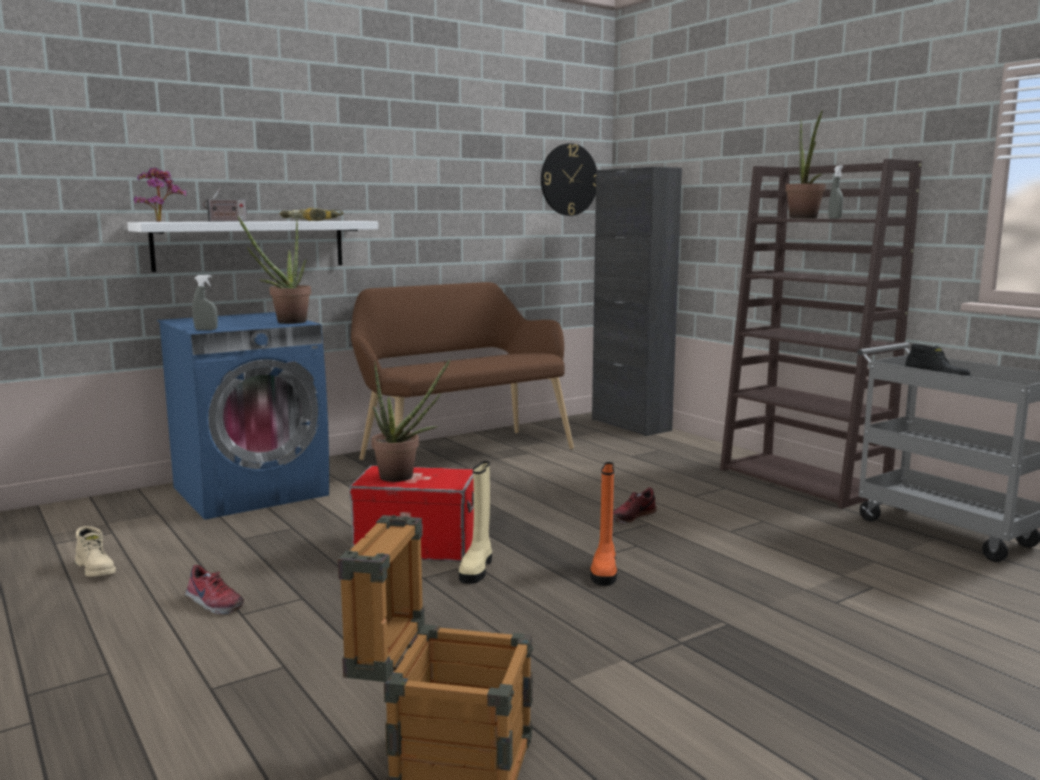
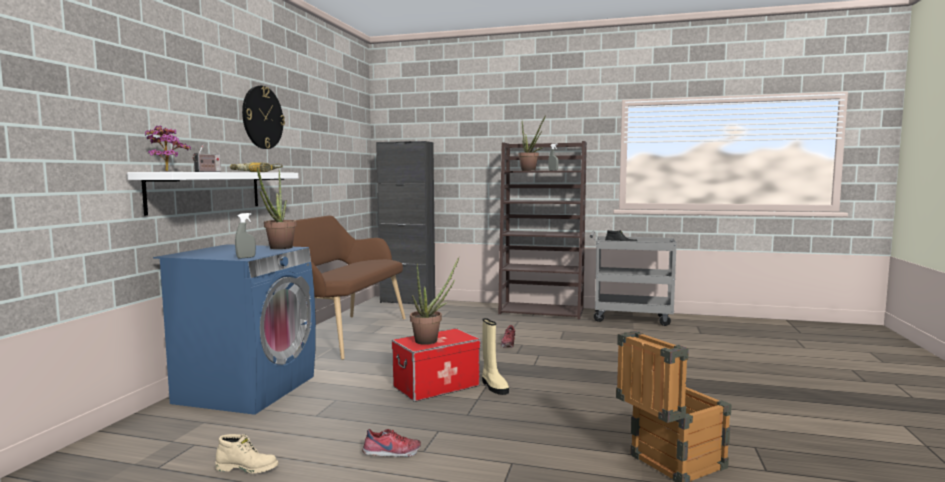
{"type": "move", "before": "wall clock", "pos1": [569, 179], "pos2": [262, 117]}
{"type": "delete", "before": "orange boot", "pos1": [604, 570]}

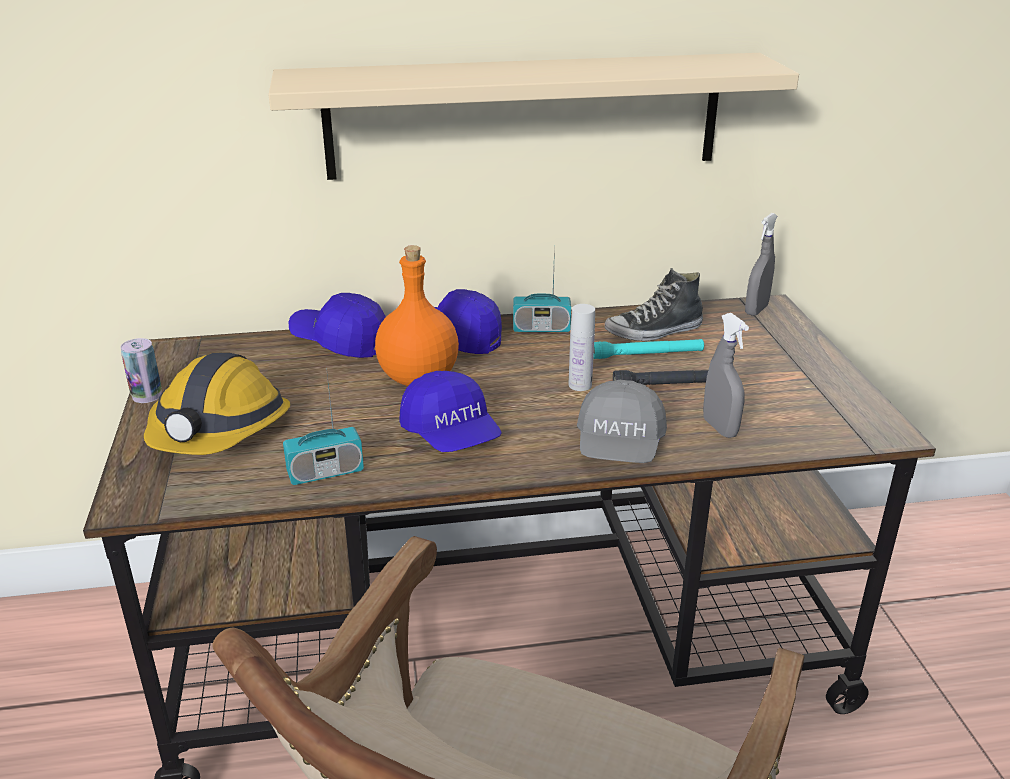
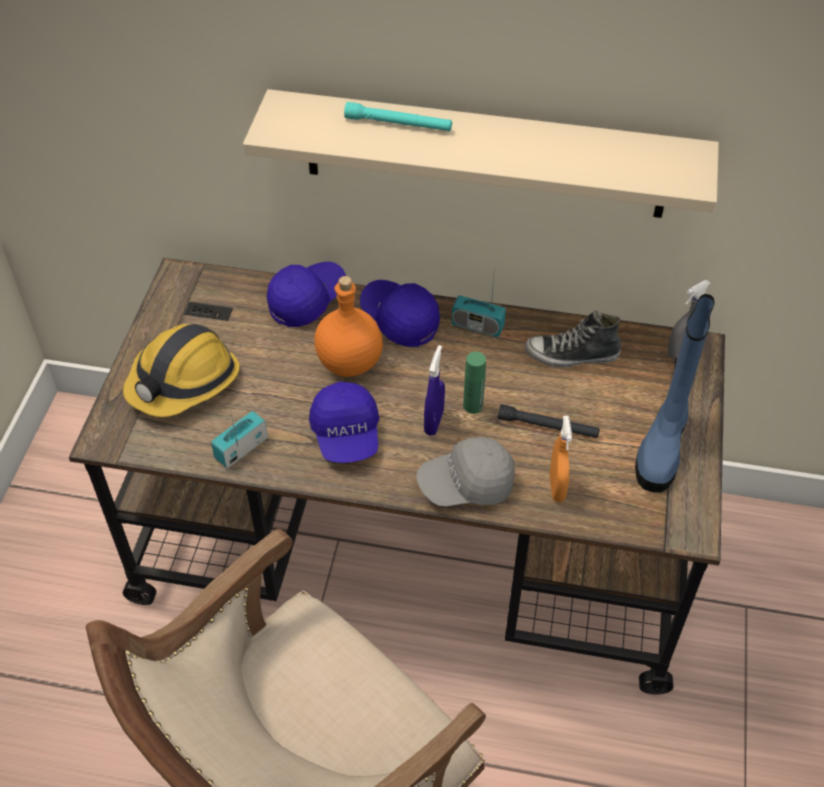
{"type": "rotate", "before": "blue cap", "pos1": [340, 342], "pos2": [307, 300], "turn": 90}
{"type": "recolor", "before": "white-coloured beverage bottle", "after": "green beverage bottle", "pos1": [580, 385], "pos2": [473, 406]}
{"type": "recolor", "before": "greyish hand sprayer", "after": "orange hand sprayer", "pos1": [720, 428], "pos2": [557, 487]}
{"type": "delete", "before": "metal can", "pos1": [147, 396]}
{"type": "move", "before": "turquoise hand torch", "pos1": [647, 355], "pos2": [398, 124]}
{"type": "rotate", "before": "radio receiver", "pos1": [325, 472], "pos2": [241, 448], "turn": 135}
{"type": "rotate", "before": "greyish cap", "pos1": [619, 446], "pos2": [466, 485], "turn": 45}
{"type": "insert", "after": "blue boot", "pos2": [662, 446]}
{"type": "insert", "after": "blue hand sprayer", "pos2": [434, 422]}

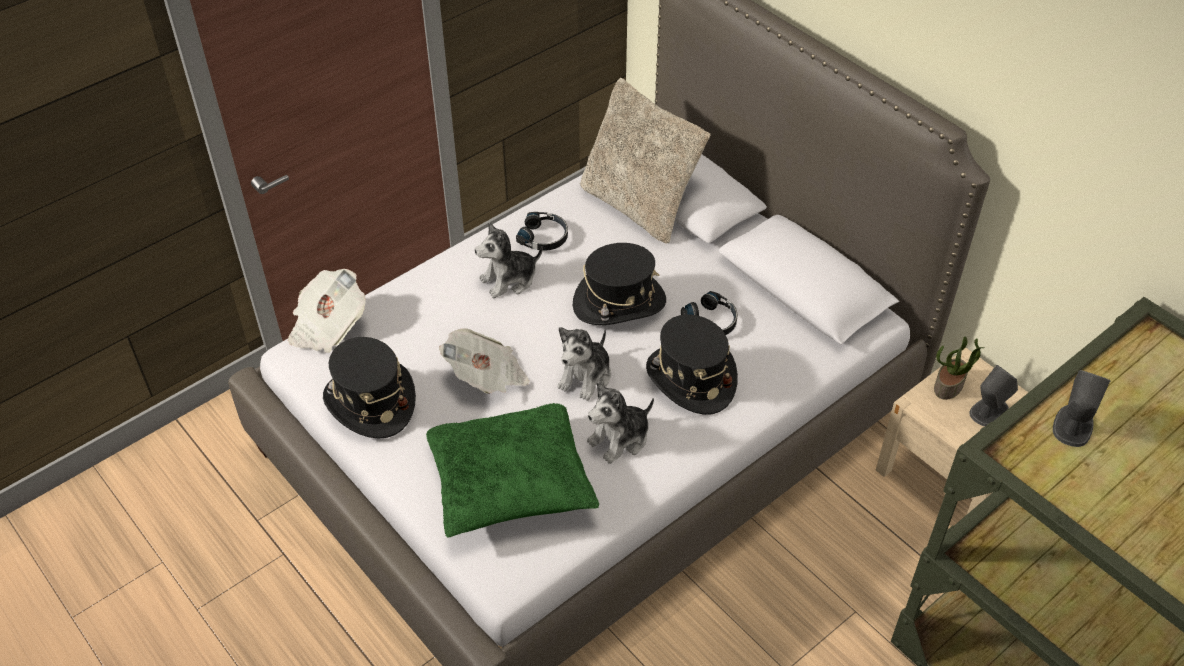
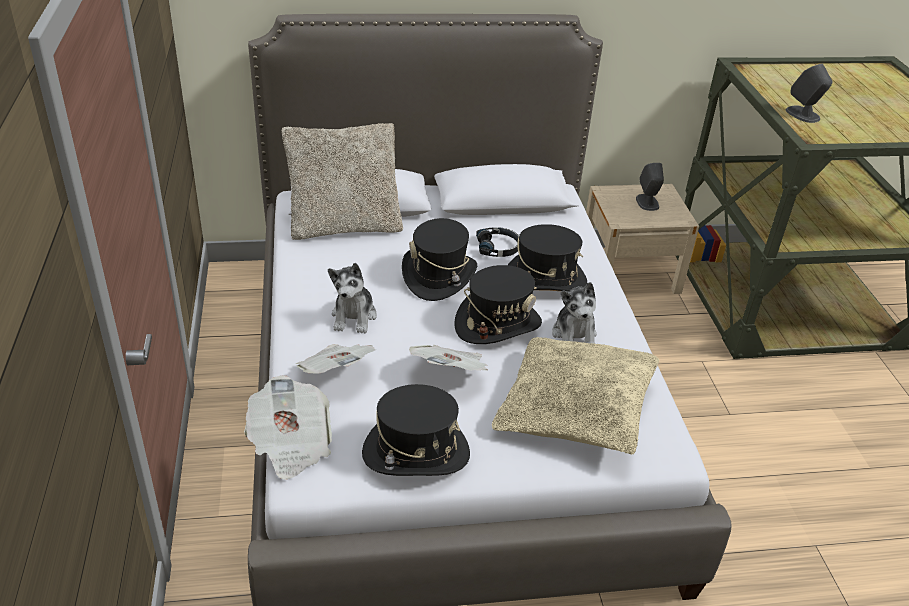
{"type": "delete", "before": "blackish headphones", "pos1": [544, 237]}
{"type": "replace", "before": "cuddly toy", "after": "blackish clothing hat", "pos1": [586, 376], "pos2": [497, 324]}
{"type": "delete", "before": "plant in a pot", "pos1": [949, 386]}
{"type": "recolor", "before": "green cushion", "after": "sand-coloured cushion", "pos1": [511, 482], "pos2": [574, 409]}
{"type": "insert", "after": "daily paper", "pos2": [335, 373]}

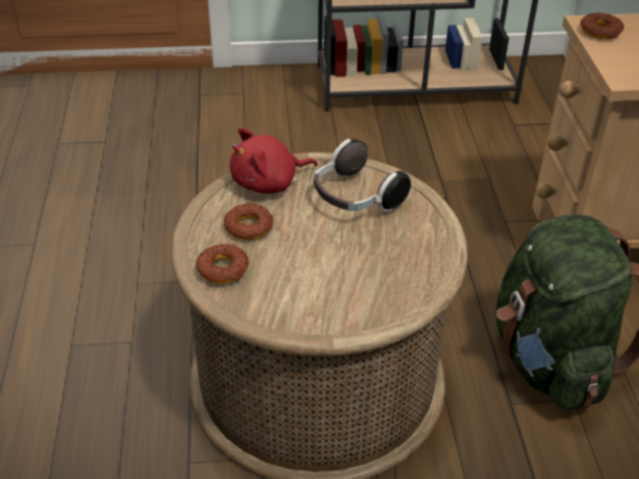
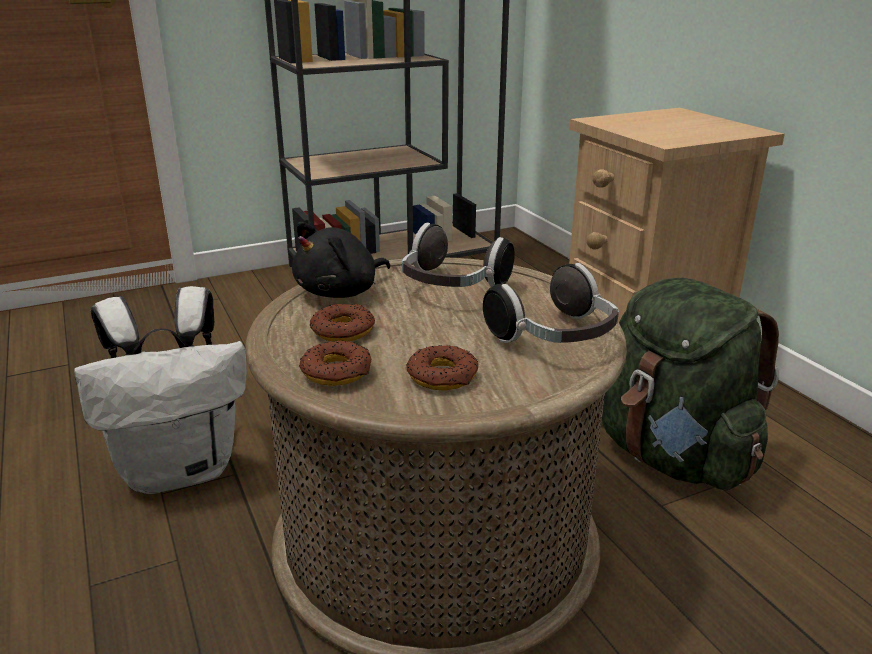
{"type": "move", "before": "donut", "pos1": [600, 31], "pos2": [442, 376]}
{"type": "recolor", "before": "reddish cuddly toy", "after": "blackish cuddly toy", "pos1": [268, 183], "pos2": [341, 292]}
{"type": "insert", "after": "headphones", "pos2": [555, 338]}
{"type": "insert", "after": "white-coloured knapsack", "pos2": [182, 469]}

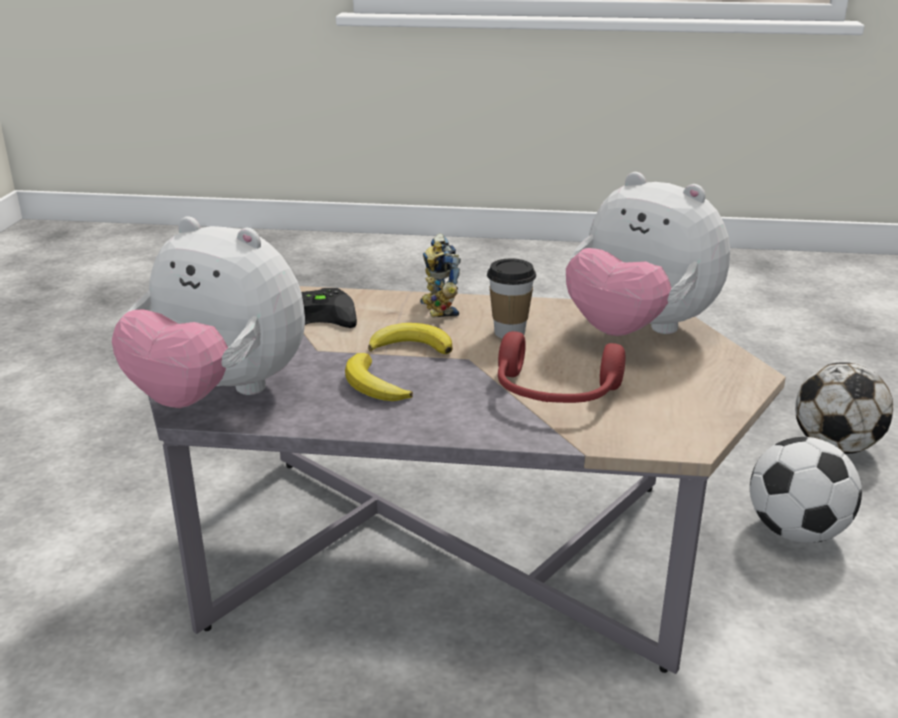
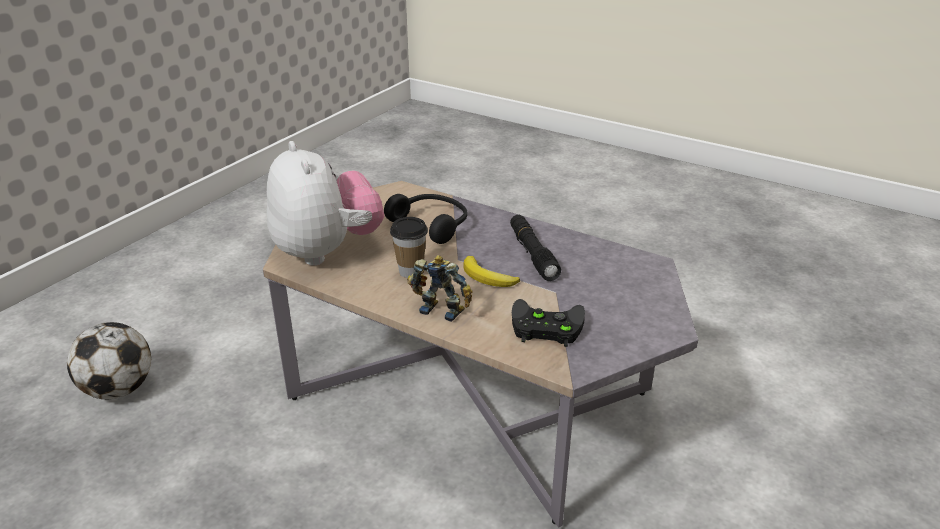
{"type": "delete", "before": "cuddly toy", "pos1": [220, 395]}
{"type": "rotate", "before": "model robot", "pos1": [436, 309], "pos2": [442, 308], "turn": -75}
{"type": "recolor", "before": "reddish headphones", "after": "blackish headphones", "pos1": [554, 393], "pos2": [432, 224]}
{"type": "replace", "before": "whole banana", "after": "blackish hand torch", "pos1": [373, 385], "pos2": [533, 254]}
{"type": "delete", "before": "football ball", "pos1": [796, 531]}

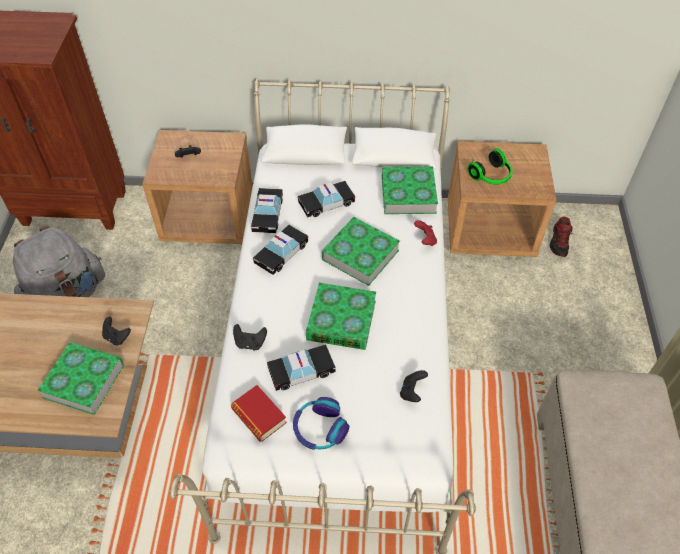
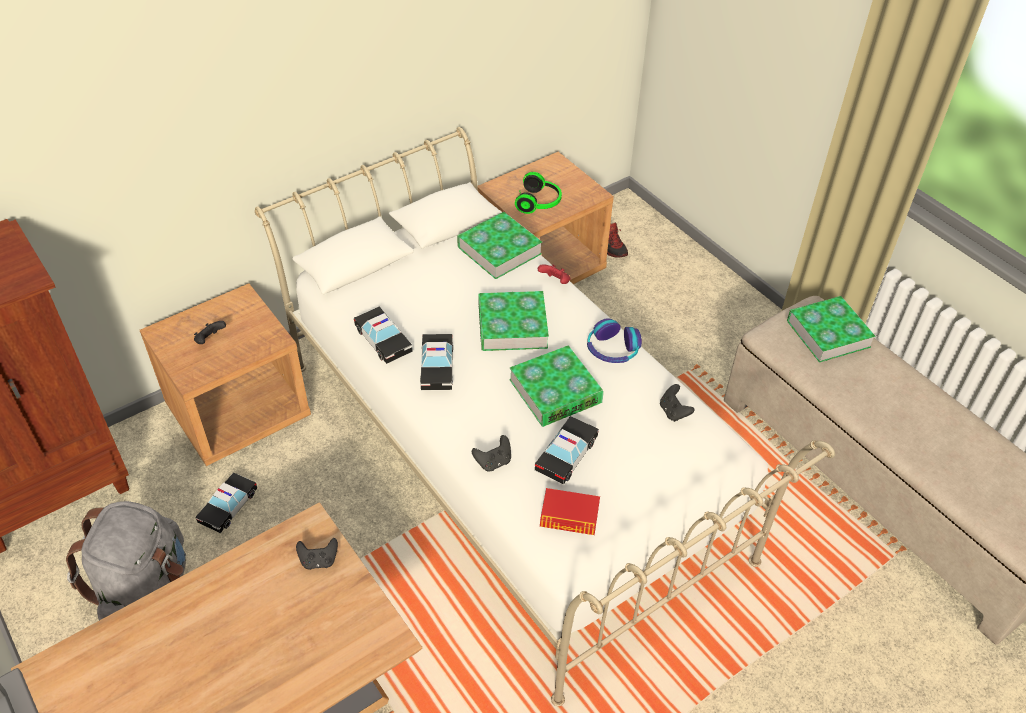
{"type": "move", "before": "model car", "pos1": [326, 203], "pos2": [228, 507]}
{"type": "move", "before": "volume", "pos1": [84, 381], "pos2": [828, 333]}
{"type": "move", "before": "headphones", "pos1": [319, 428], "pos2": [612, 349]}

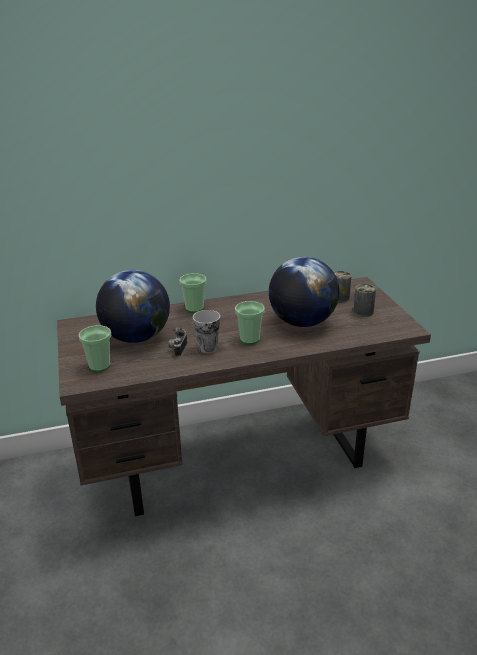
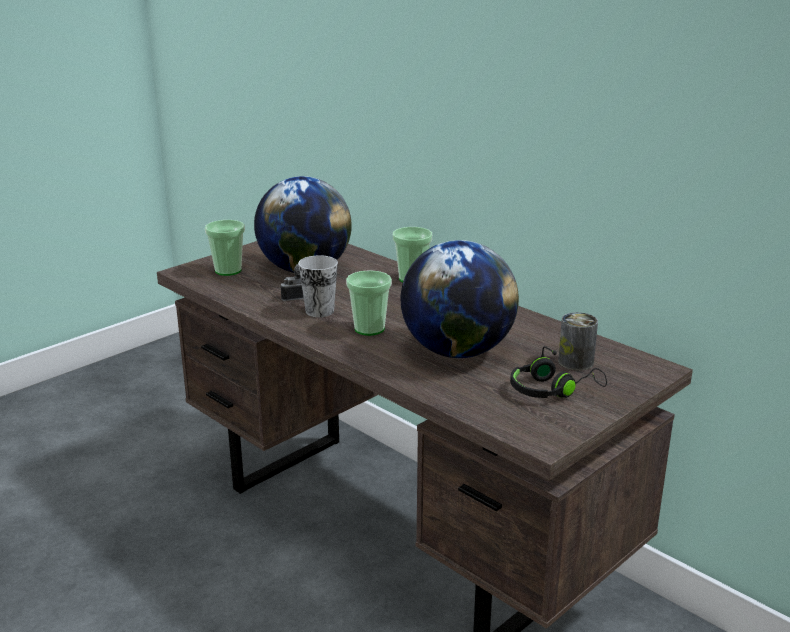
{"type": "replace", "before": "metal can", "after": "blackish headphones", "pos1": [363, 312], "pos2": [552, 390]}

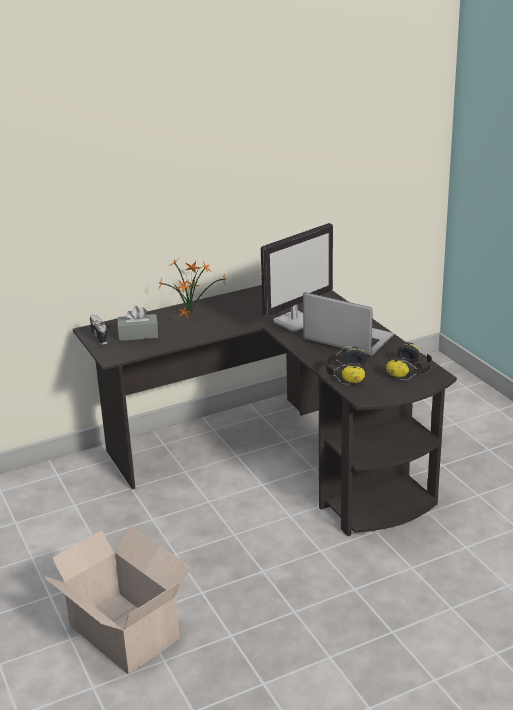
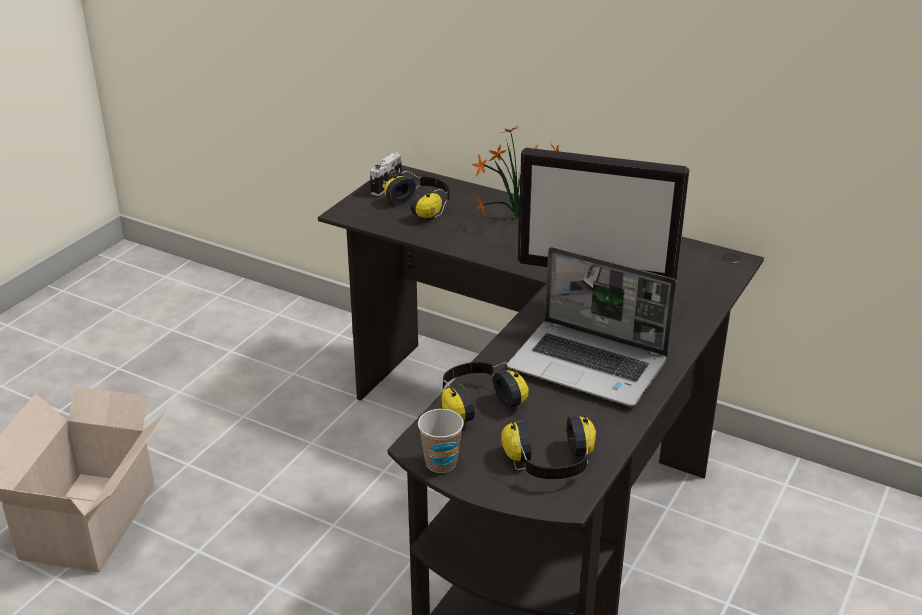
{"type": "rotate", "before": "laptop", "pos1": [347, 339], "pos2": [590, 365], "turn": 120}
{"type": "replace", "before": "greyish box of tissues", "after": "headphones", "pos1": [138, 335], "pos2": [422, 206]}
{"type": "insert", "after": "cup", "pos2": [441, 463]}

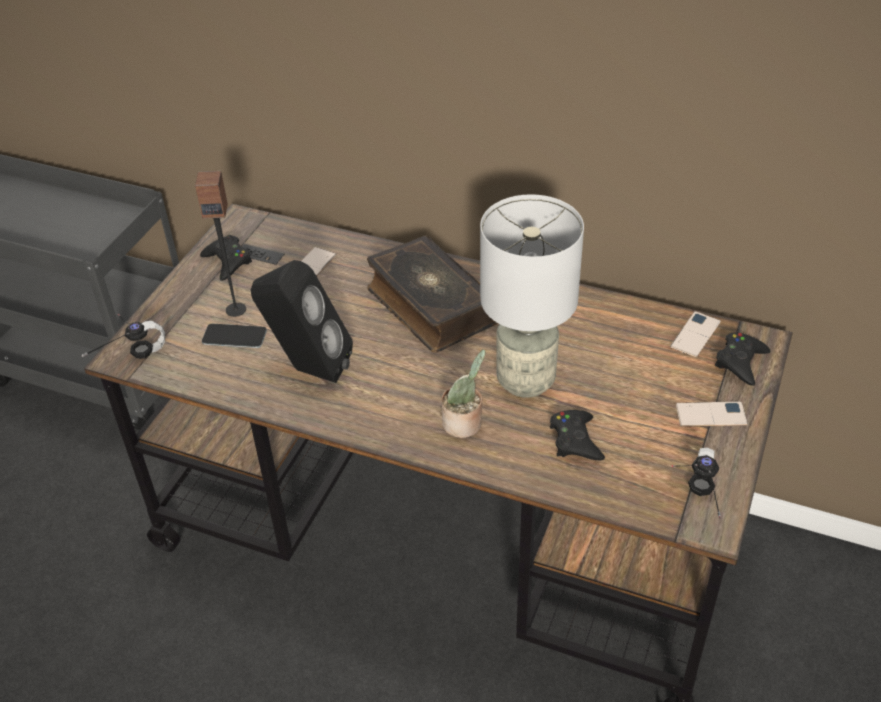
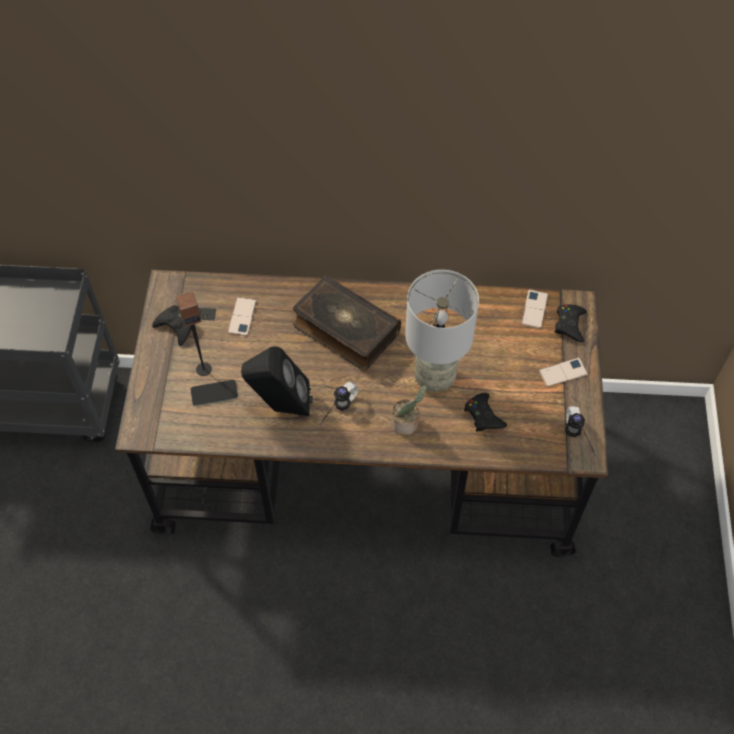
{"type": "move", "before": "headphones", "pos1": [126, 354], "pos2": [331, 408]}

